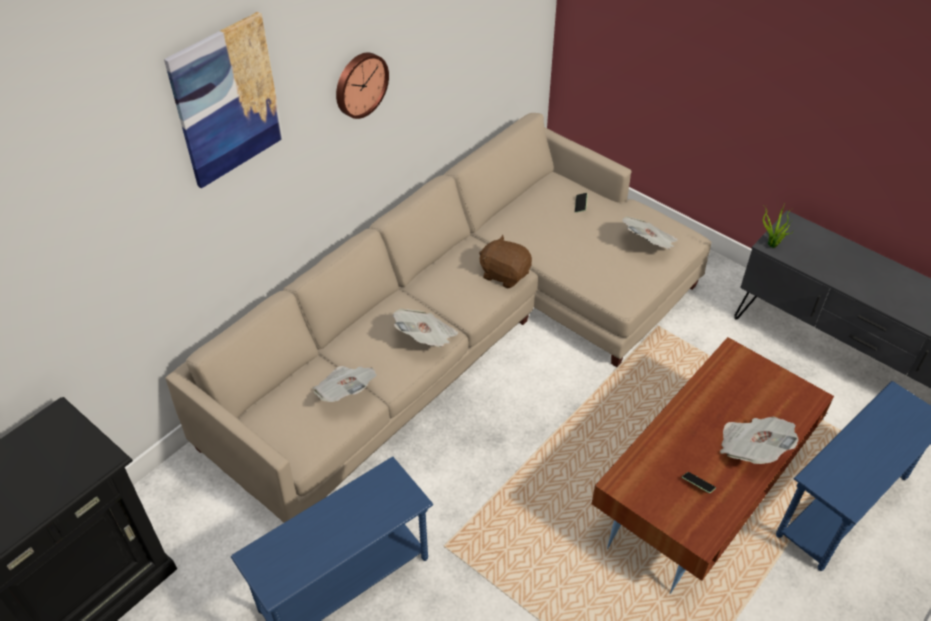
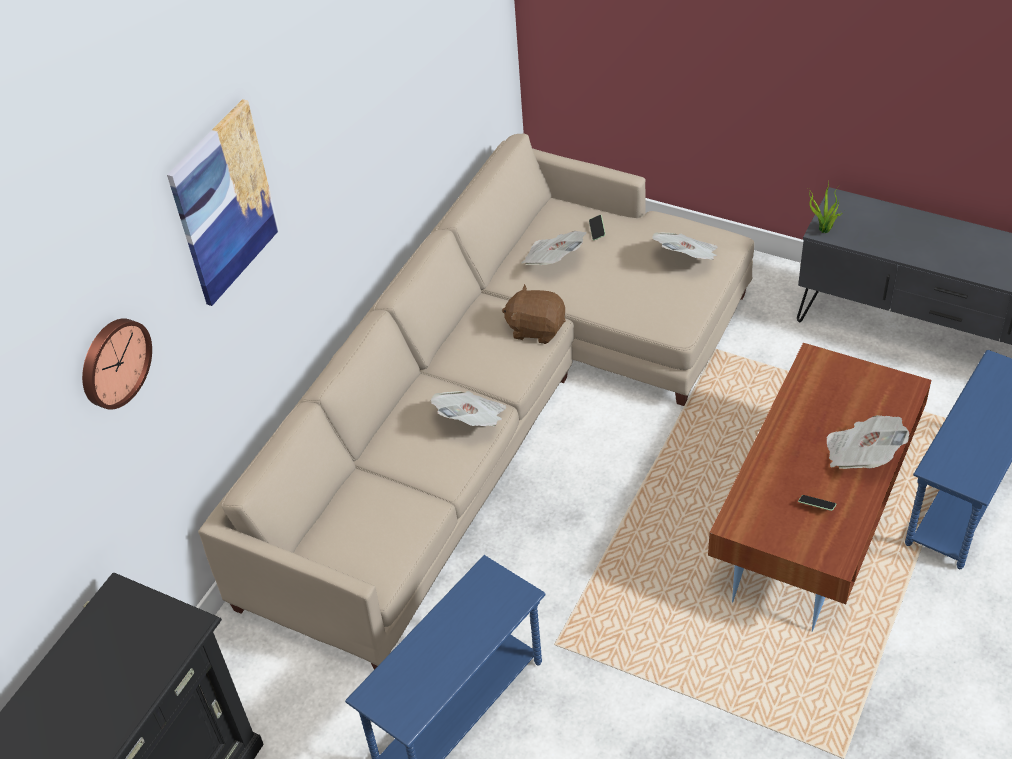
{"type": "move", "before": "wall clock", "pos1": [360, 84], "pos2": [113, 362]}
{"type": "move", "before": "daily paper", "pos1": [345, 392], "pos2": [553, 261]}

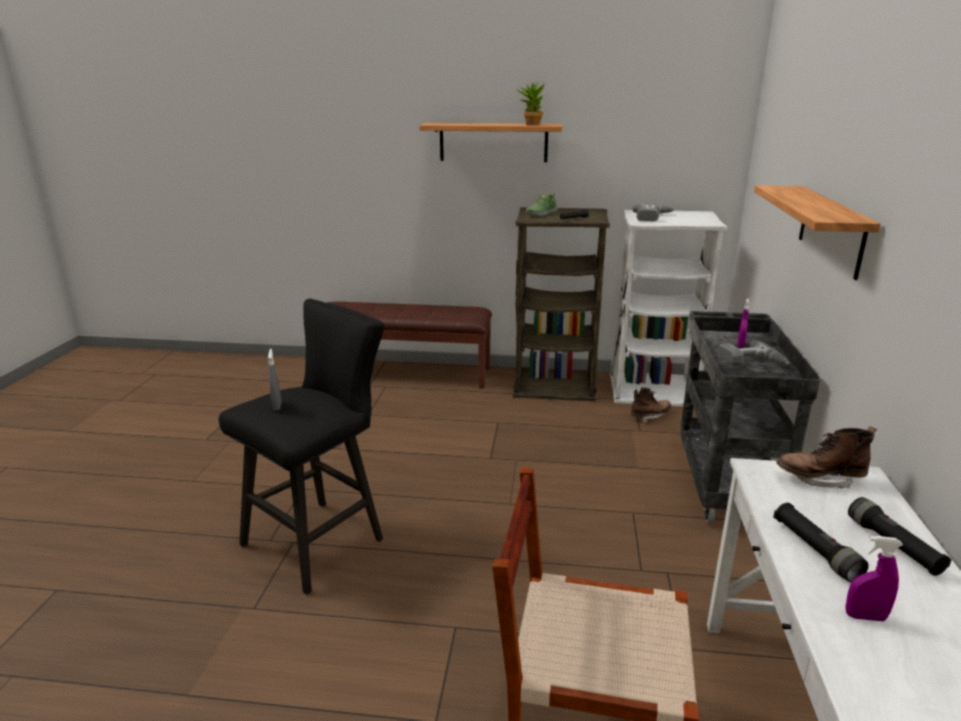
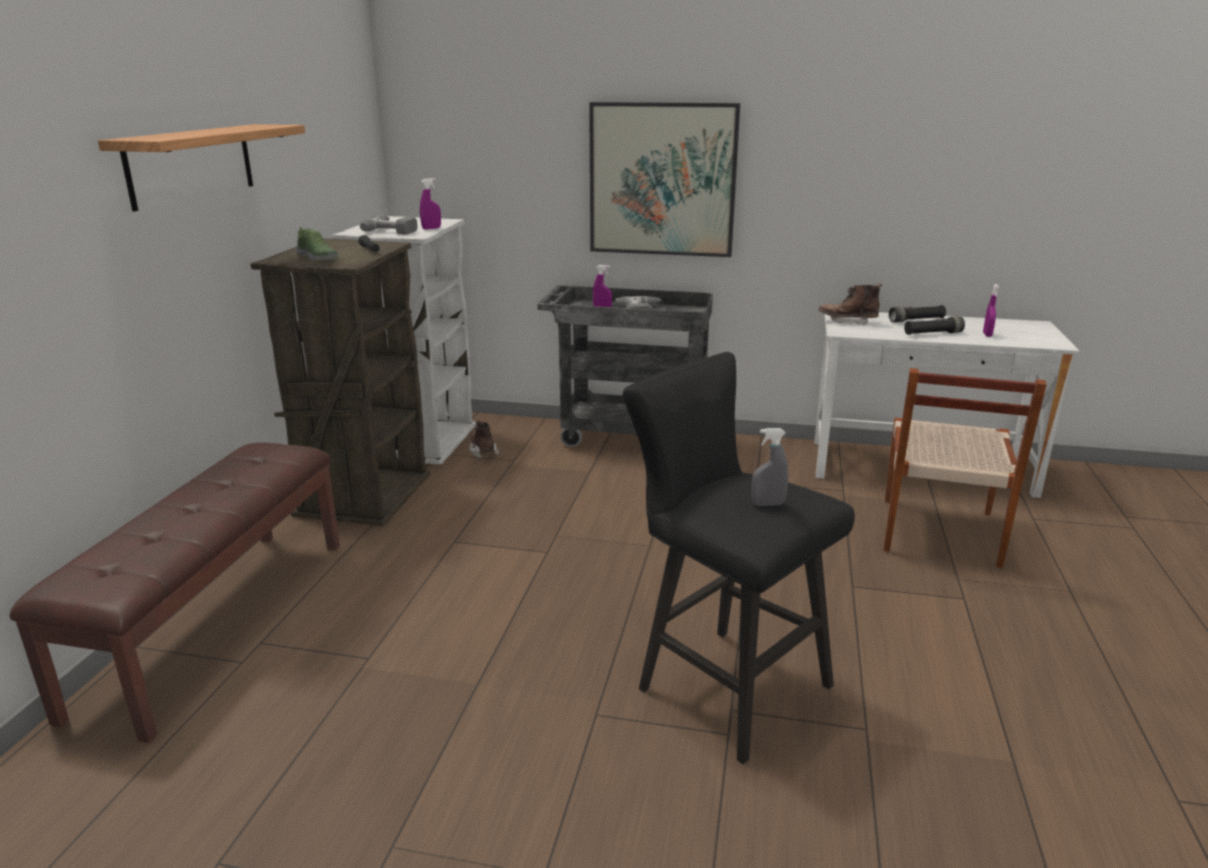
{"type": "delete", "before": "plant in a pot", "pos1": [530, 124]}
{"type": "replace", "before": "wall shelf", "after": "picture", "pos1": [831, 230], "pos2": [662, 180]}
{"type": "rotate", "before": "brownish boot", "pos1": [819, 479], "pos2": [847, 321], "turn": 90}
{"type": "insert", "after": "purple-coloured hand sprayer", "pos2": [431, 228]}

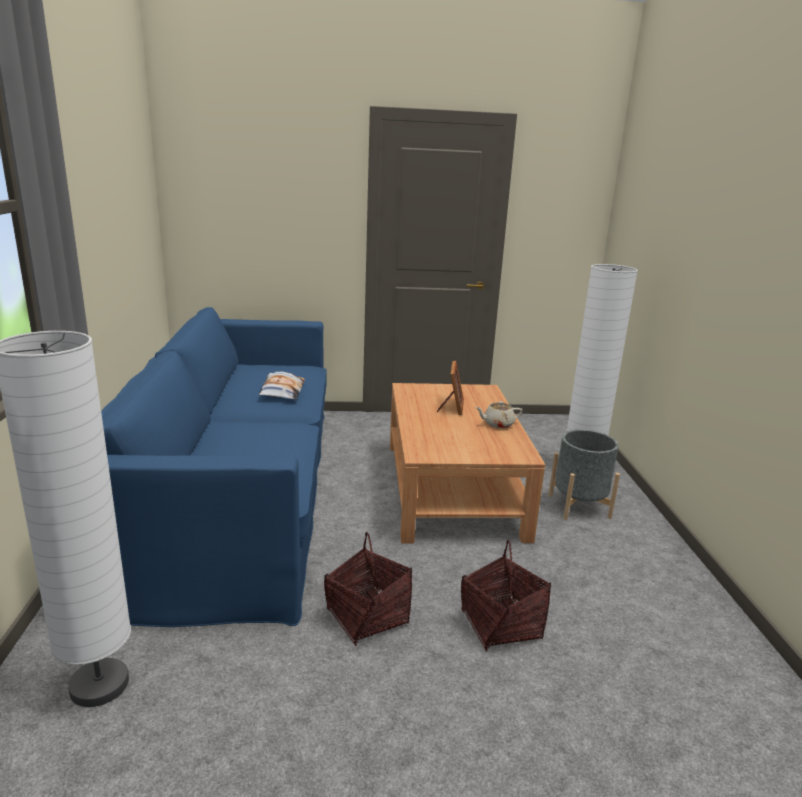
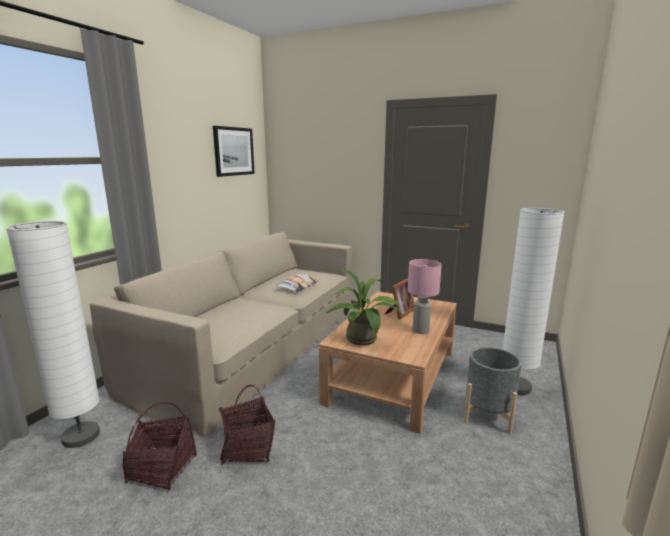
{"type": "recolor", "before": "blue settee", "after": "sand-coloured settee", "pos1": [236, 489], "pos2": [256, 345]}
{"type": "replace", "before": "sand-coloured teapot", "after": "pinkish table lamp", "pos1": [497, 424], "pos2": [421, 330]}
{"type": "move", "before": "storage basket", "pos1": [501, 624], "pos2": [163, 468]}
{"type": "insert", "after": "picture", "pos2": [233, 151]}
{"type": "insert", "after": "plant in a pot", "pos2": [364, 341]}

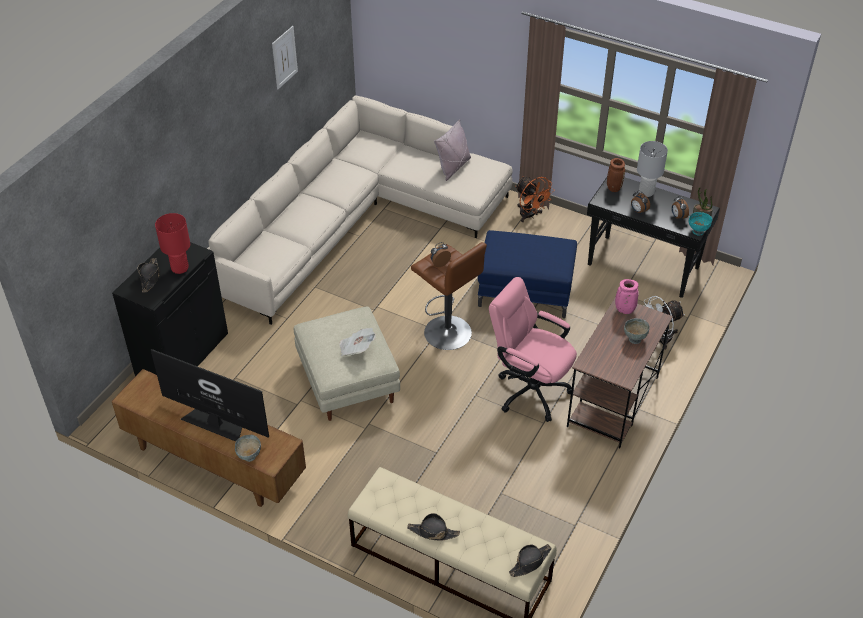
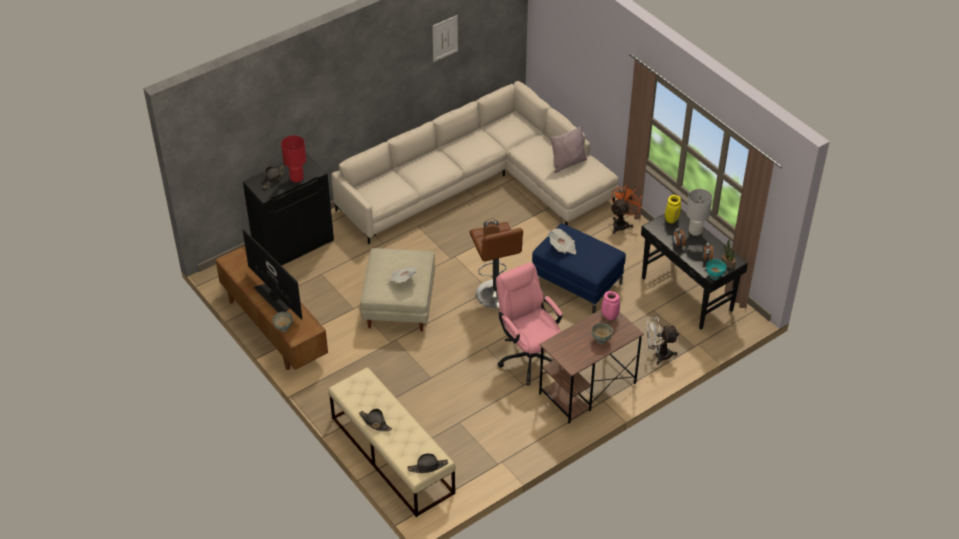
{"type": "recolor", "before": "brownish decorative vase", "after": "yellow decorative vase", "pos1": [613, 188], "pos2": [671, 219]}
{"type": "rotate", "before": "orange electric fan", "pos1": [530, 216], "pos2": [622, 223], "turn": -135}
{"type": "insert", "after": "daily paper", "pos2": [562, 248]}

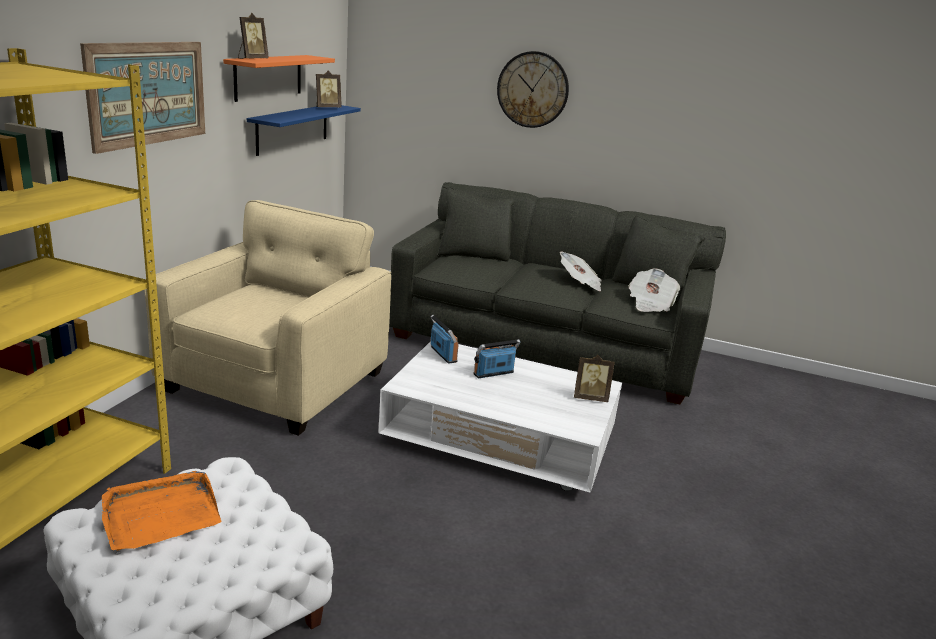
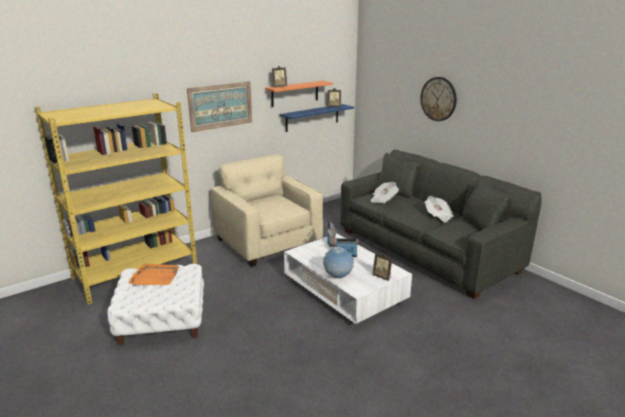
{"type": "rotate", "before": "sand-coloured armchair", "pos1": [275, 382], "pos2": [268, 242], "turn": -90}
{"type": "move", "before": "daily paper", "pos1": [650, 304], "pos2": [383, 200]}
{"type": "insert", "after": "desk globe", "pos2": [338, 277]}

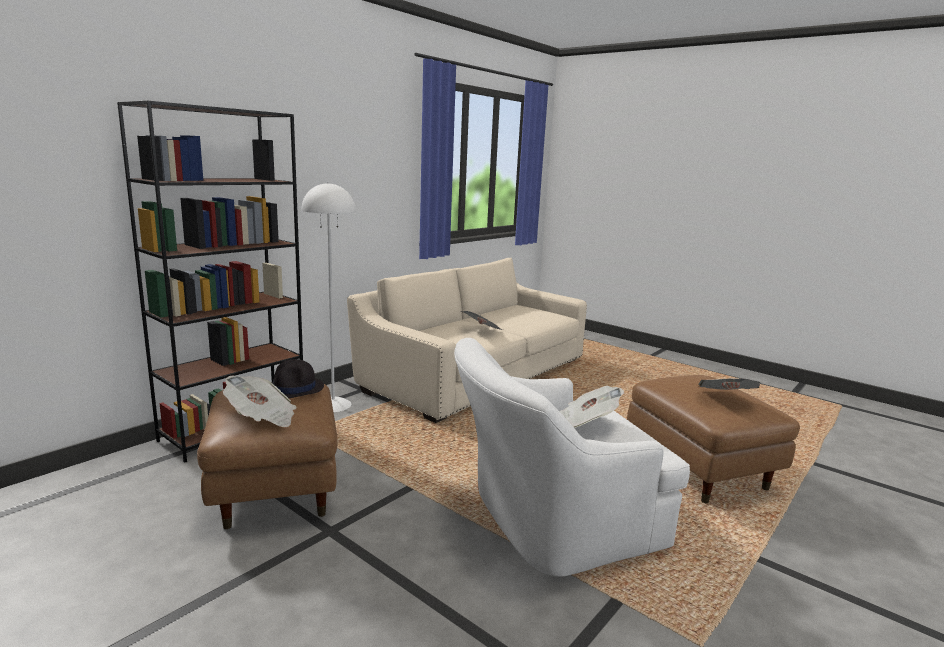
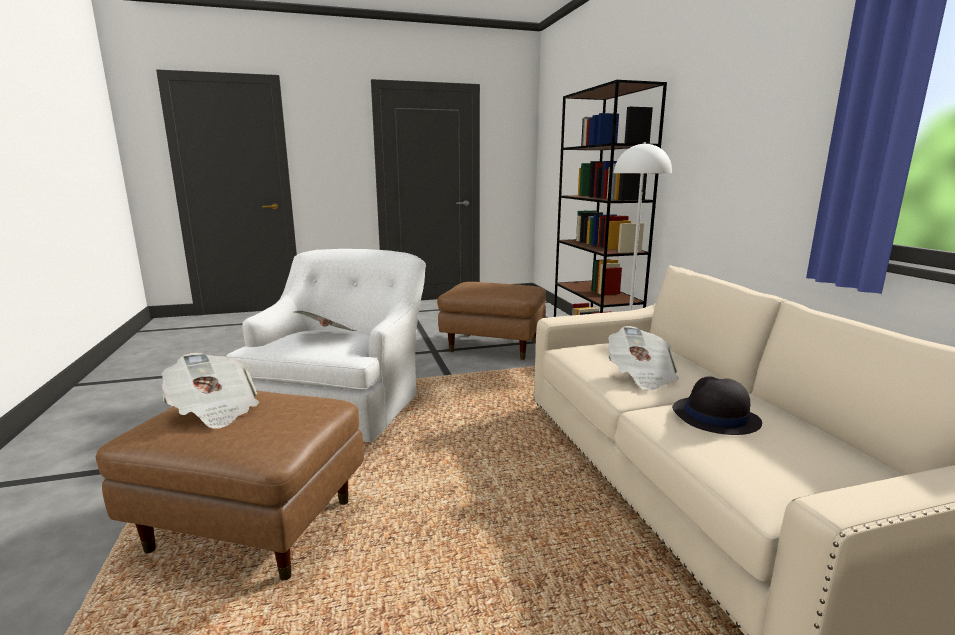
{"type": "move", "before": "blackish clothing hat", "pos1": [294, 388], "pos2": [714, 417]}
{"type": "delete", "before": "daily paper", "pos1": [262, 418]}

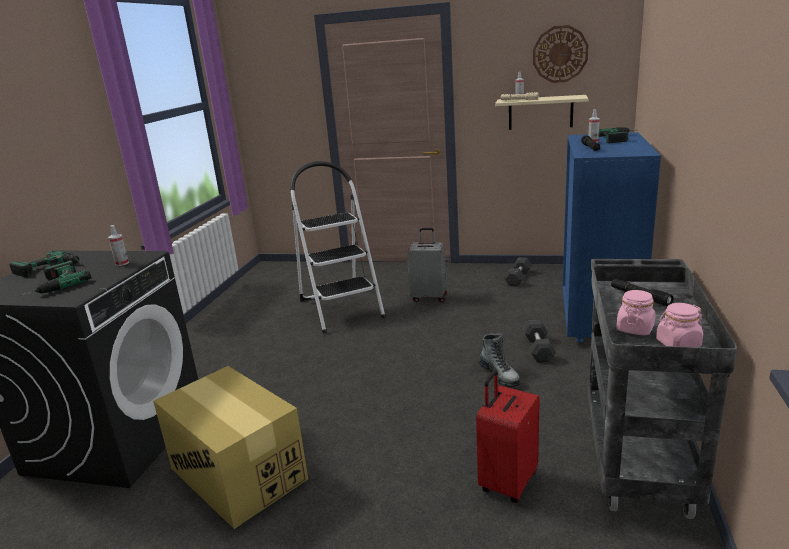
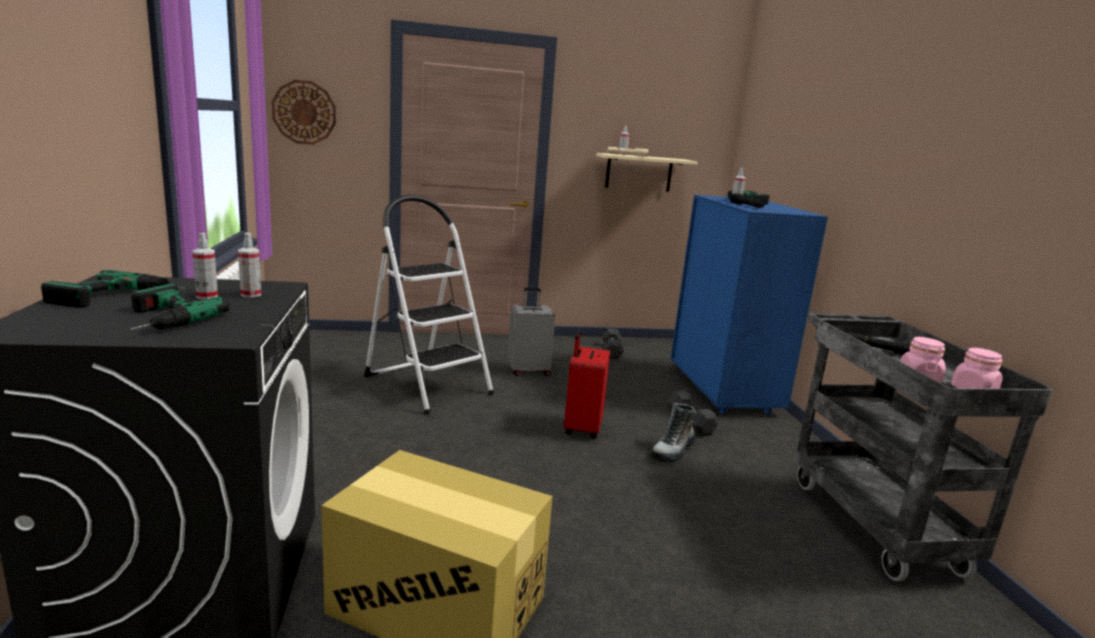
{"type": "move", "before": "wall clock", "pos1": [560, 54], "pos2": [304, 112]}
{"type": "rotate", "before": "boot", "pos1": [499, 375], "pos2": [672, 451], "turn": 90}
{"type": "move", "before": "reddish piece of luggage", "pos1": [507, 482], "pos2": [581, 428]}
{"type": "insert", "after": "hand sprayer", "pos2": [207, 296]}

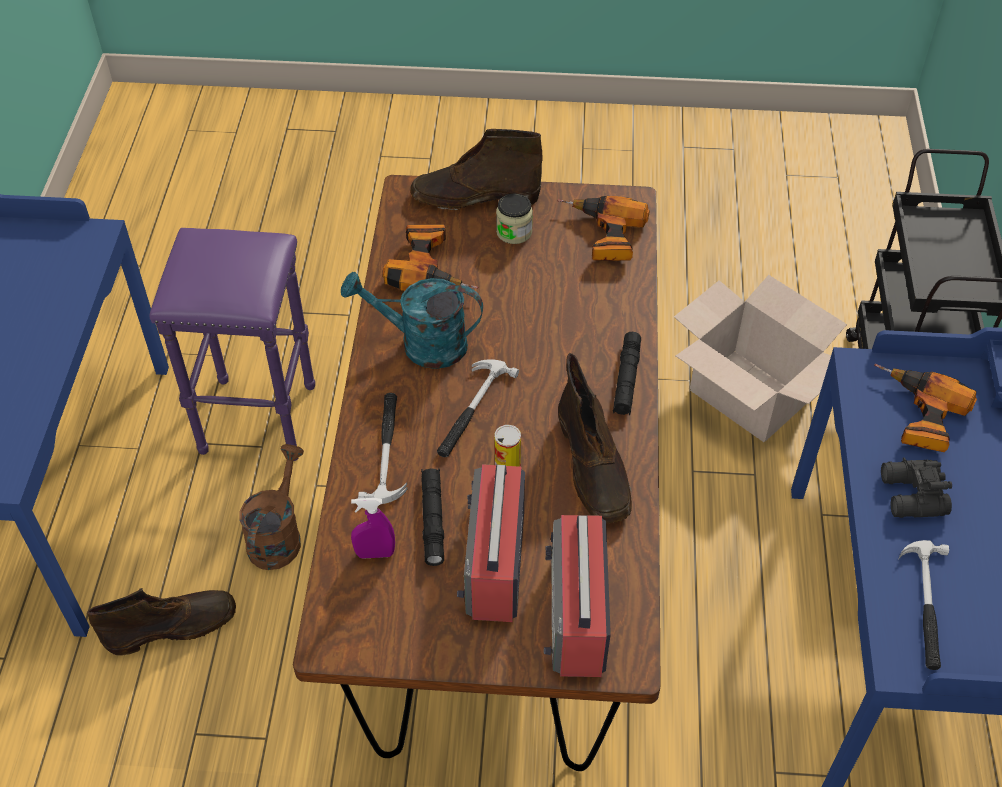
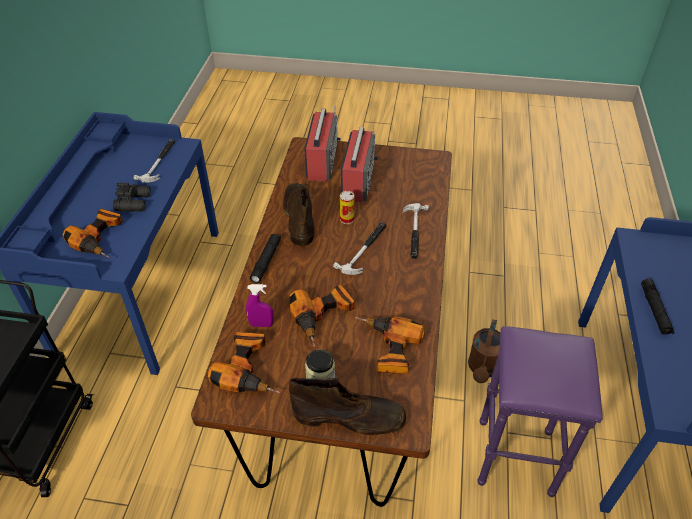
{"type": "delete", "before": "turquoise watering can", "pos1": [421, 344]}
{"type": "delete", "before": "cardboard box", "pos1": [750, 395]}
{"type": "move", "before": "blackish hand torch", "pos1": [432, 520], "pos2": [654, 310]}
{"type": "move", "before": "purple-coloured hand sprayer", "pos1": [375, 553], "pos2": [261, 324]}
{"type": "delete", "before": "brownish boot", "pos1": [172, 626]}
{"type": "insert", "after": "electric drill", "pos2": [324, 317]}

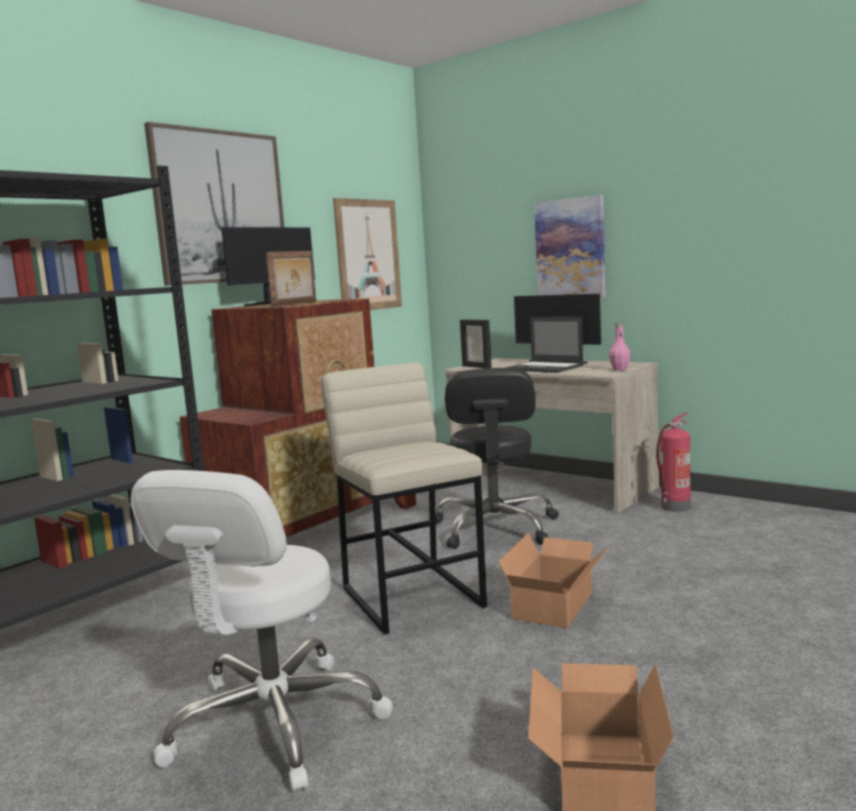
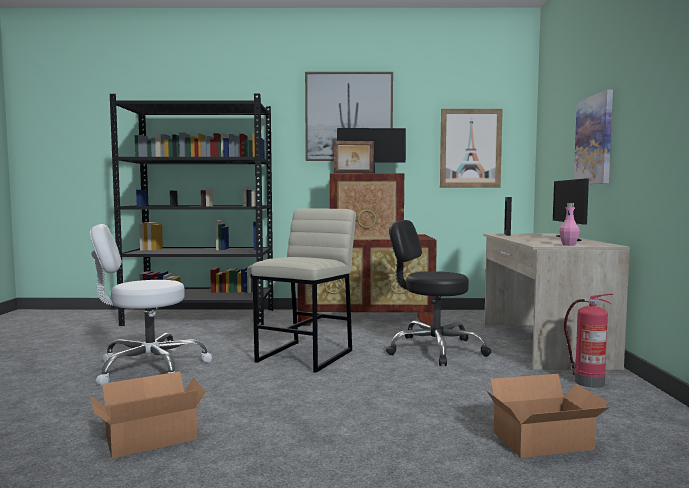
{"type": "delete", "before": "laptop", "pos1": [545, 368]}
{"type": "rotate", "before": "blackish office chair", "pos1": [495, 530], "pos2": [431, 349], "turn": 60}
{"type": "move", "before": "cardboard box", "pos1": [557, 605], "pos2": [546, 442]}

